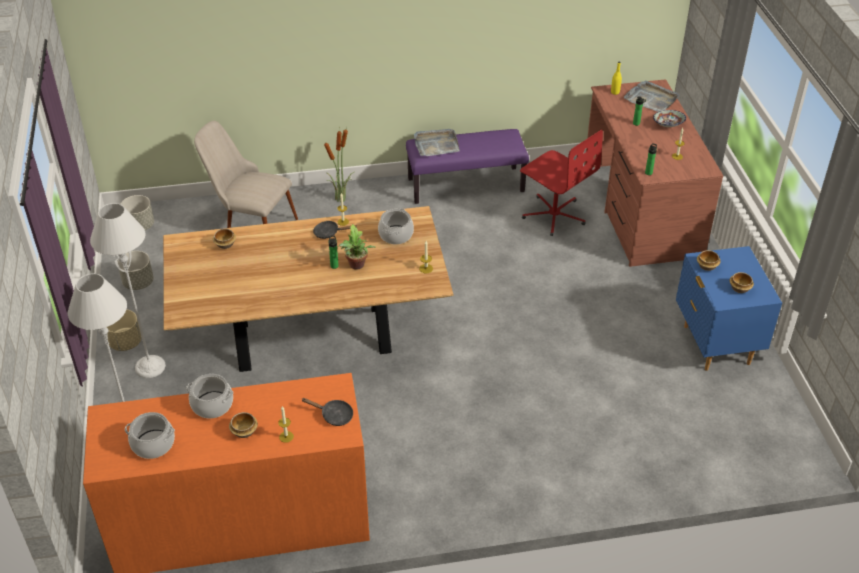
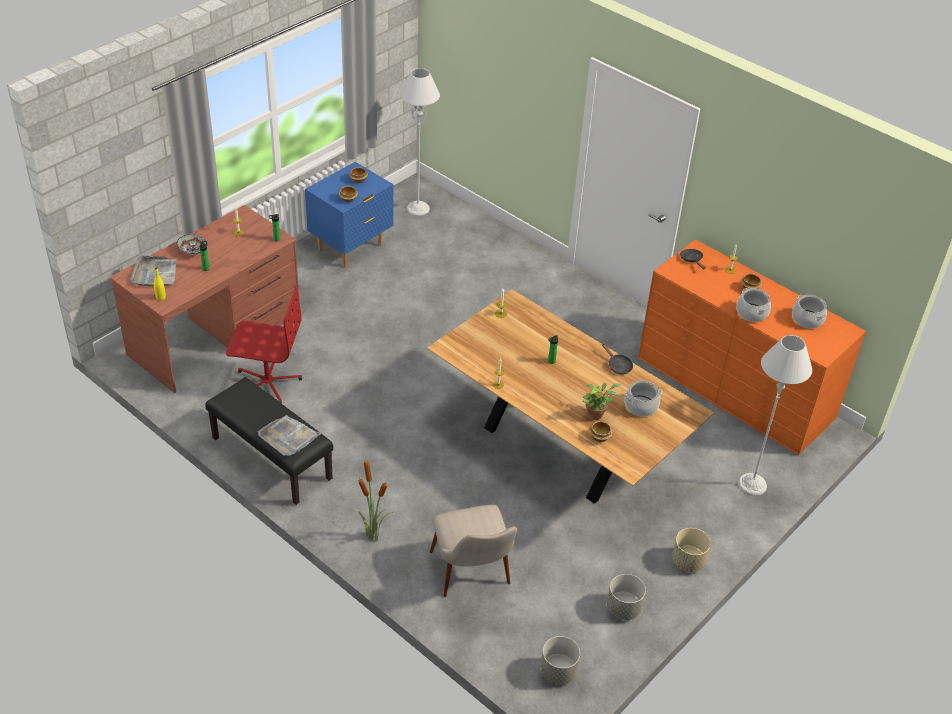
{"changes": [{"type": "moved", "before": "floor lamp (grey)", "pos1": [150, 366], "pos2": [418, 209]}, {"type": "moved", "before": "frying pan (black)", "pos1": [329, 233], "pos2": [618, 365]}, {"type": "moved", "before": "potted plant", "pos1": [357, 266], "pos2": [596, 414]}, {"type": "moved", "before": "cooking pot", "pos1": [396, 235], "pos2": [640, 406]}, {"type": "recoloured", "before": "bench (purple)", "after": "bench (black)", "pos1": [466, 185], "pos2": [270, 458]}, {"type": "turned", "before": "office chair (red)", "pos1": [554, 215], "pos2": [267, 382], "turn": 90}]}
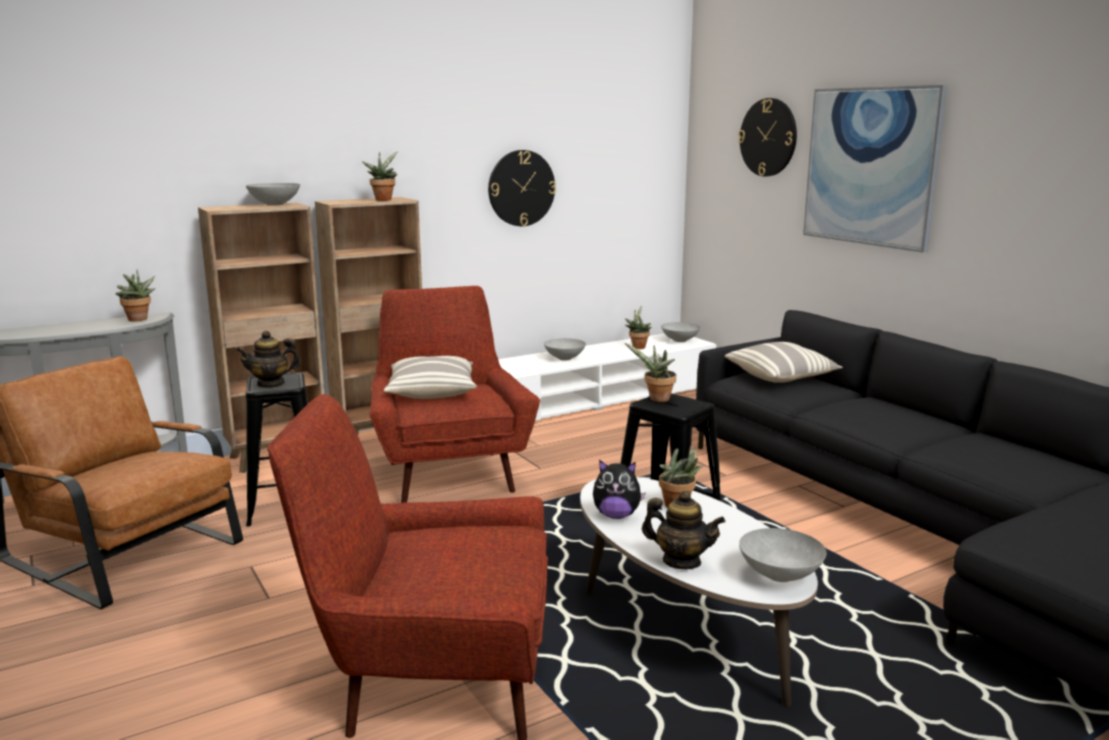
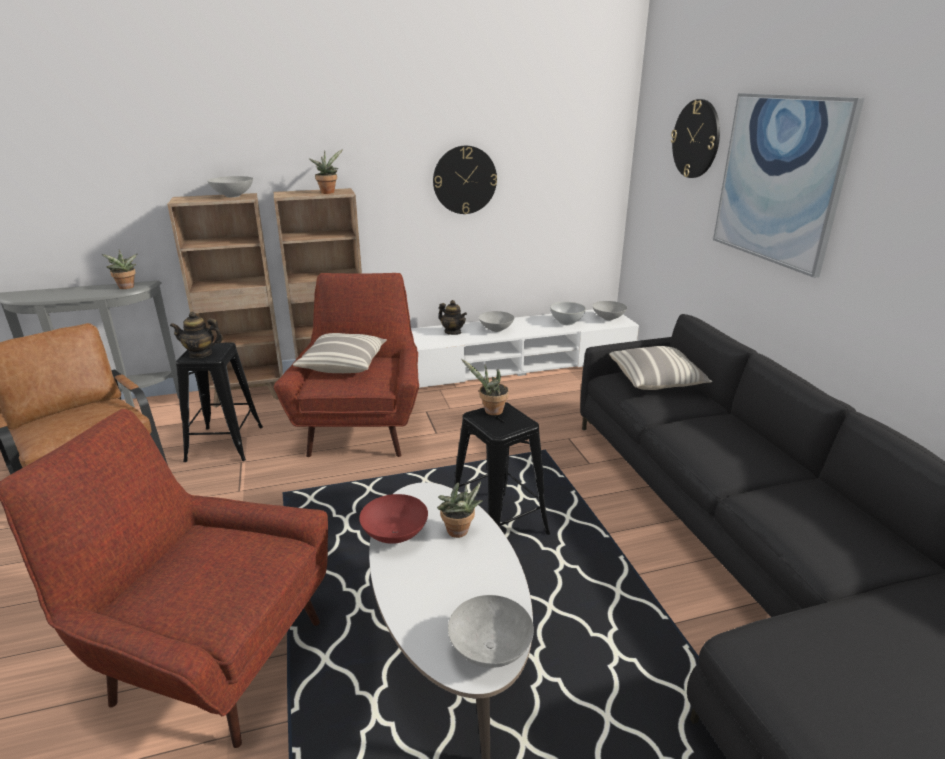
{"changes": [{"type": "replaced", "before": "plush toy", "after": "bowl (red)", "pos1": [616, 515], "pos2": [396, 535]}, {"type": "replaced", "before": "potted plant", "after": "bowl (white)", "pos1": [638, 347], "pos2": [566, 322]}, {"type": "moved", "before": "teapot", "pos1": [681, 561], "pos2": [453, 332]}]}
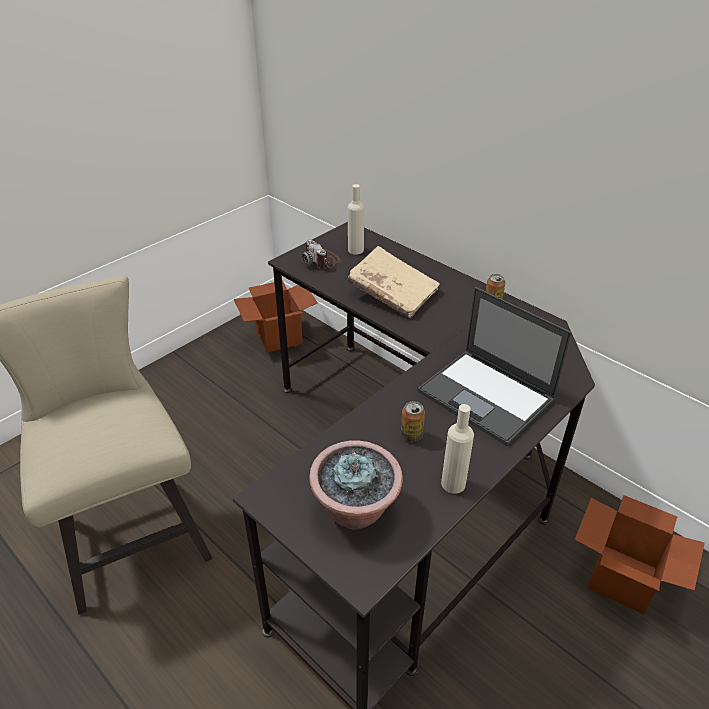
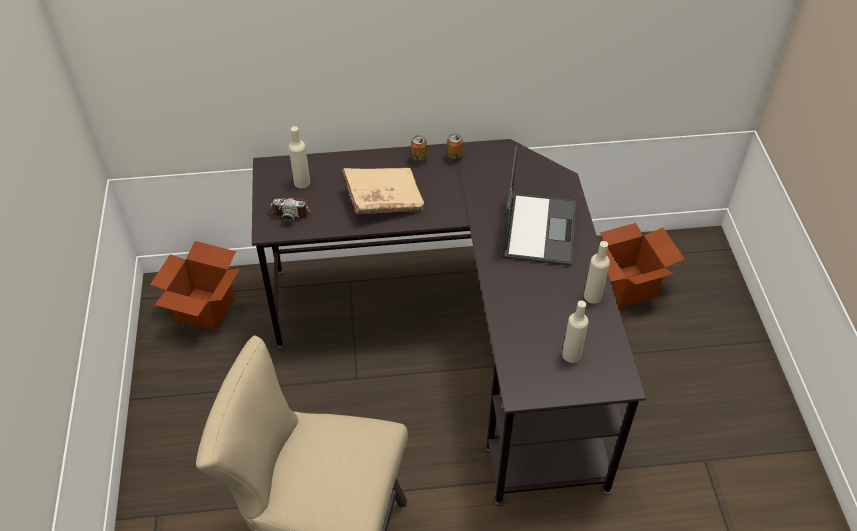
{"changes": [{"type": "replaced", "before": "potted plant", "after": "bottle (beige)", "pos1": [356, 510], "pos2": [571, 355]}, {"type": "moved", "before": "can", "pos1": [411, 435], "pos2": [419, 160]}, {"type": "turned", "before": "laptop", "pos1": [487, 396], "pos2": [539, 228], "turn": -75}]}
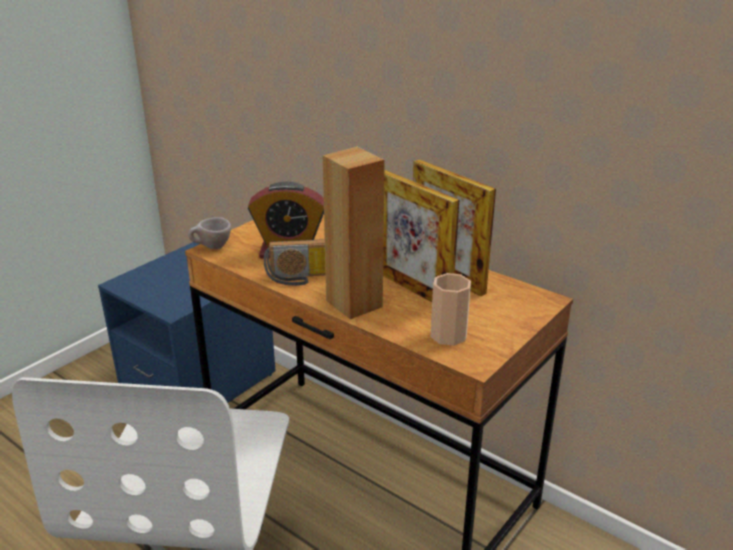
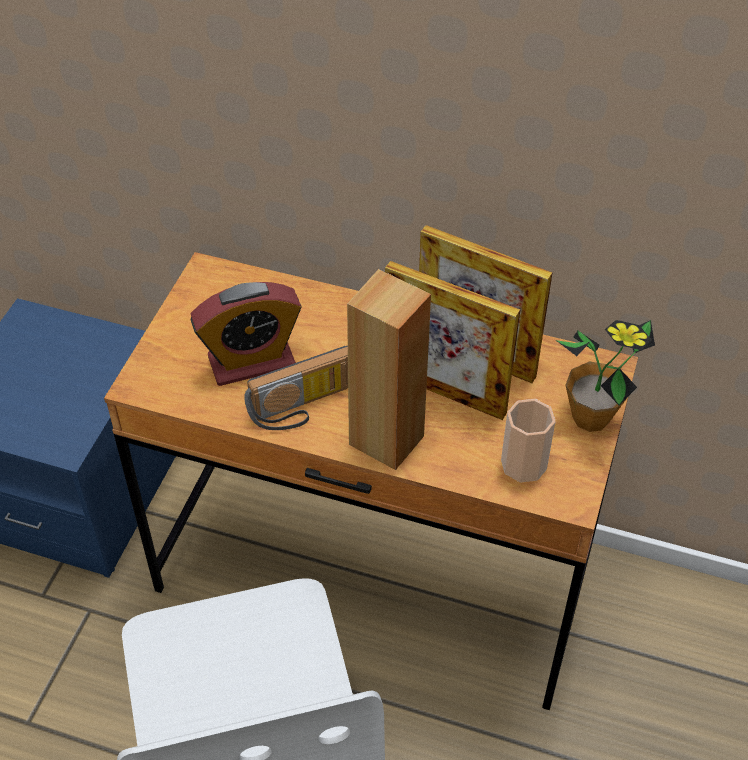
{"changes": [{"type": "removed", "before": "cup (beige)", "pos1": [211, 248]}, {"type": "added", "after": "potted plant", "pos2": [591, 418]}]}
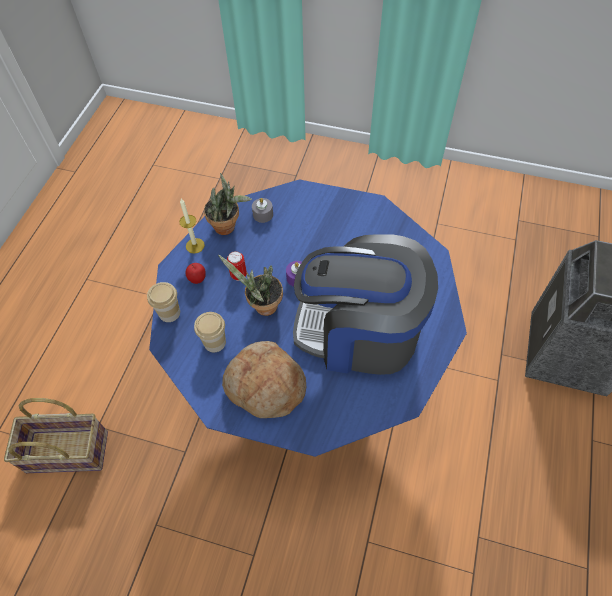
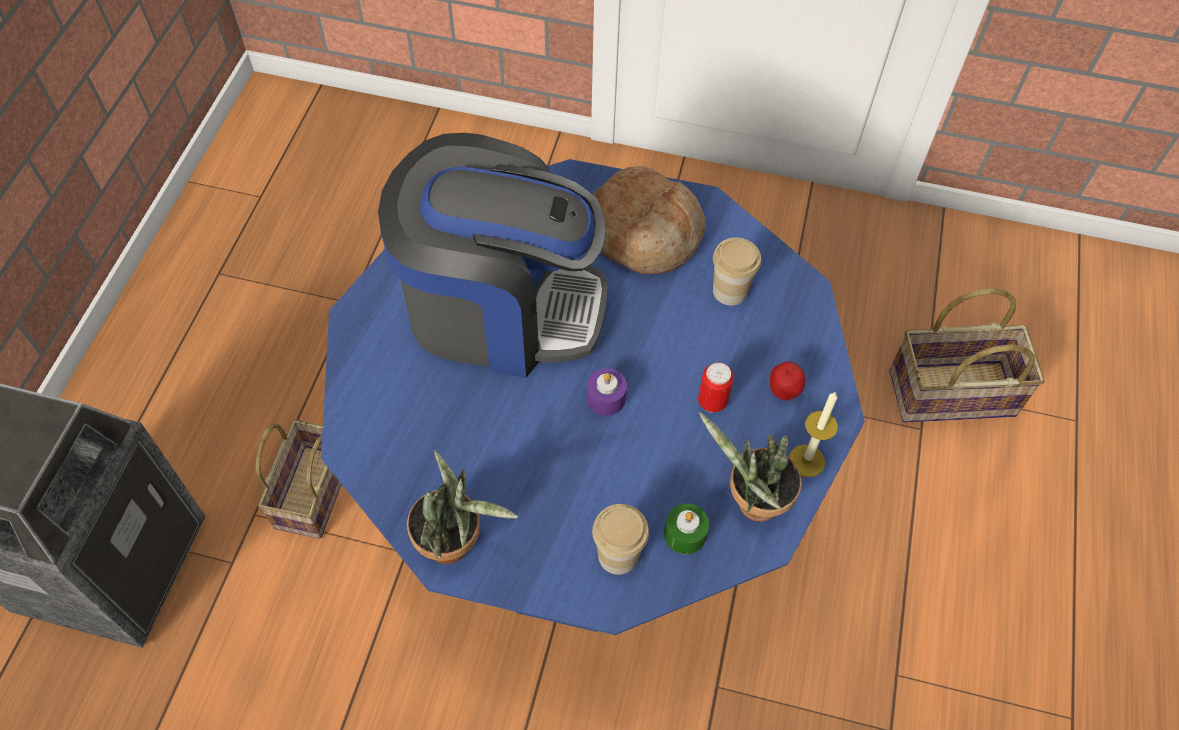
{"changes": [{"type": "moved", "before": "cup", "pos1": [169, 313], "pos2": [618, 555]}, {"type": "moved", "before": "potted plant", "pos1": [262, 306], "pos2": [455, 543]}, {"type": "recoloured", "before": "candle (grey)", "after": "candle (green)", "pos1": [263, 214], "pos2": [685, 534]}, {"type": "added", "after": "basket", "pos2": [312, 489]}]}
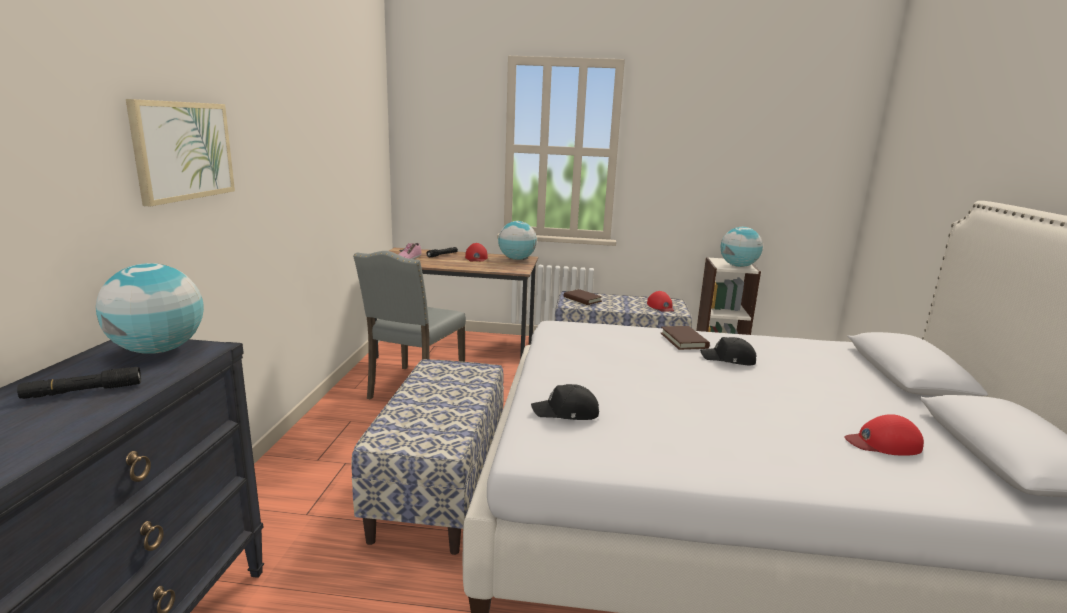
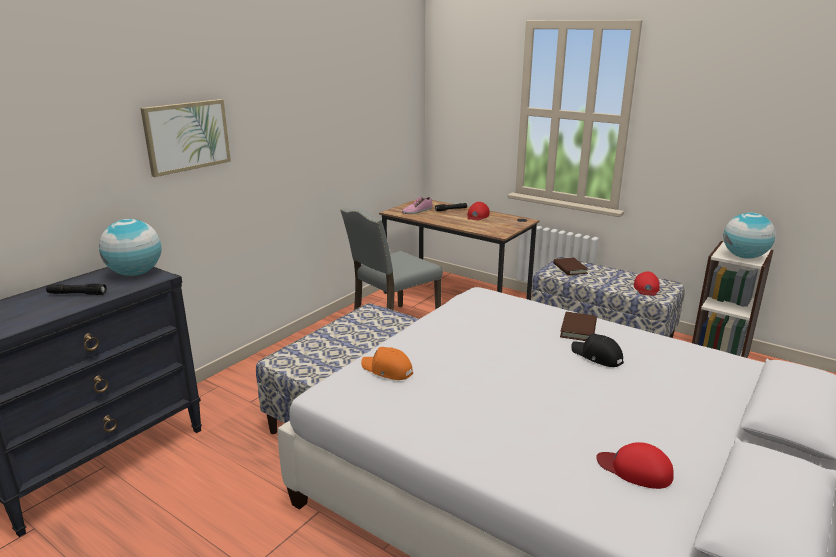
{"changes": [{"type": "removed", "before": "globe", "pos1": [516, 259]}, {"type": "recoloured", "before": "cap (black)", "after": "cap (orange)", "pos1": [566, 412], "pos2": [387, 370]}]}
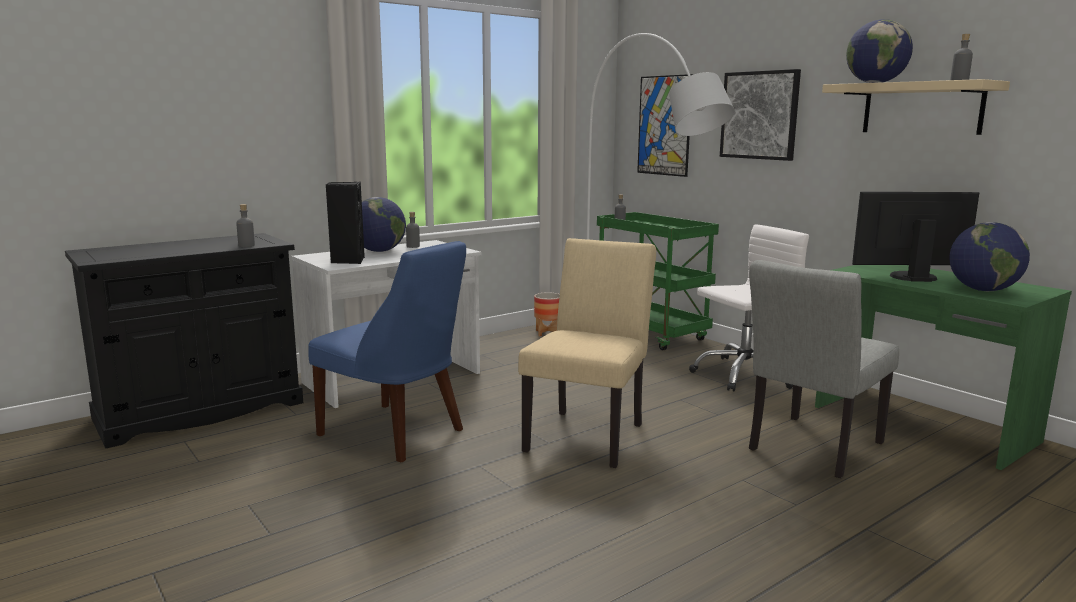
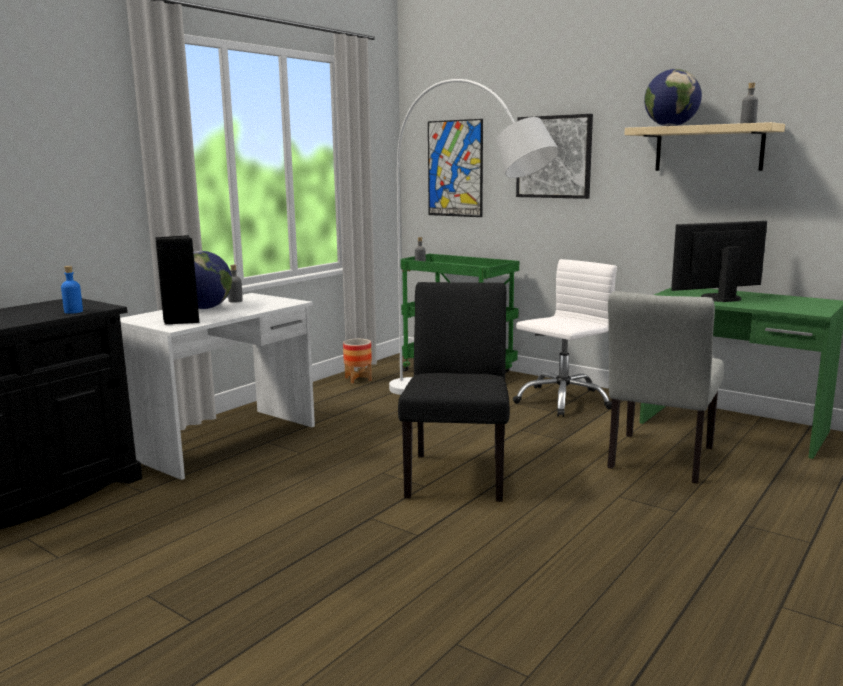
{"changes": [{"type": "recoloured", "before": "bottle (grey)", "after": "bottle (blue)", "pos1": [246, 245], "pos2": [73, 311]}, {"type": "removed", "before": "chair (blue)", "pos1": [396, 434]}, {"type": "recoloured", "before": "chair (beige)", "after": "chair (black)", "pos1": [589, 433], "pos2": [457, 472]}, {"type": "removed", "before": "globe", "pos1": [983, 290]}]}
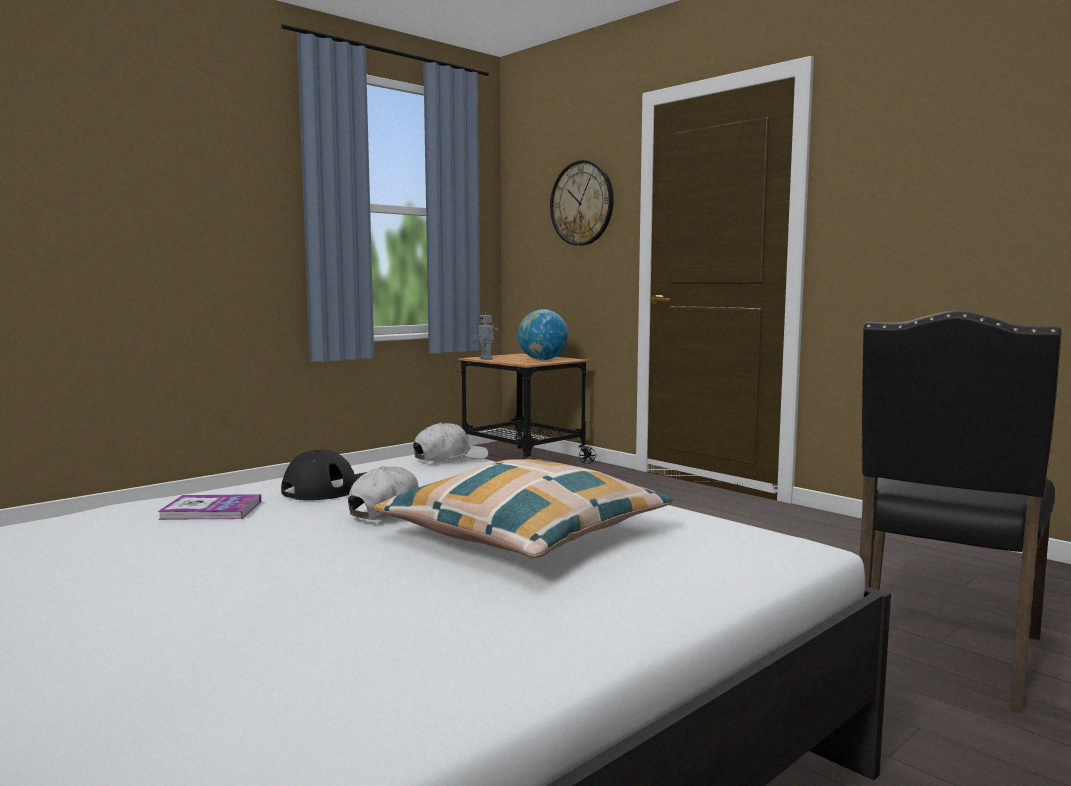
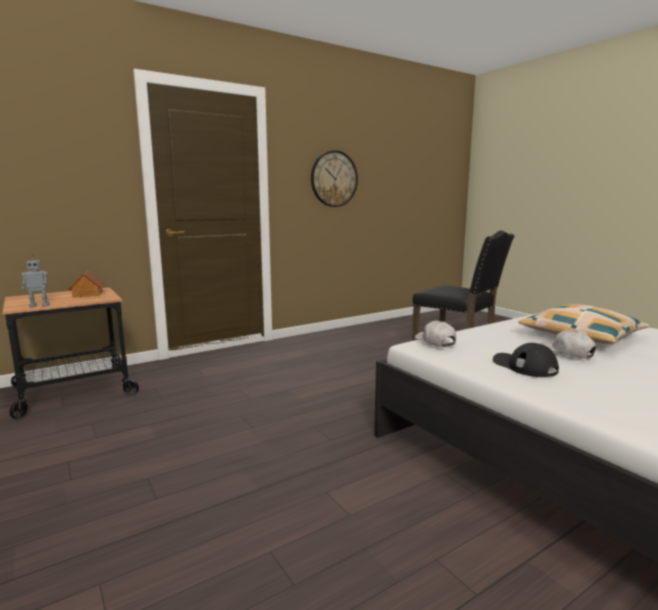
{"changes": [{"type": "removed", "before": "book", "pos1": [211, 510]}, {"type": "replaced", "before": "globe", "after": "toy house", "pos1": [542, 360], "pos2": [87, 294]}, {"type": "moved", "before": "wall clock", "pos1": [582, 203], "pos2": [334, 179]}]}
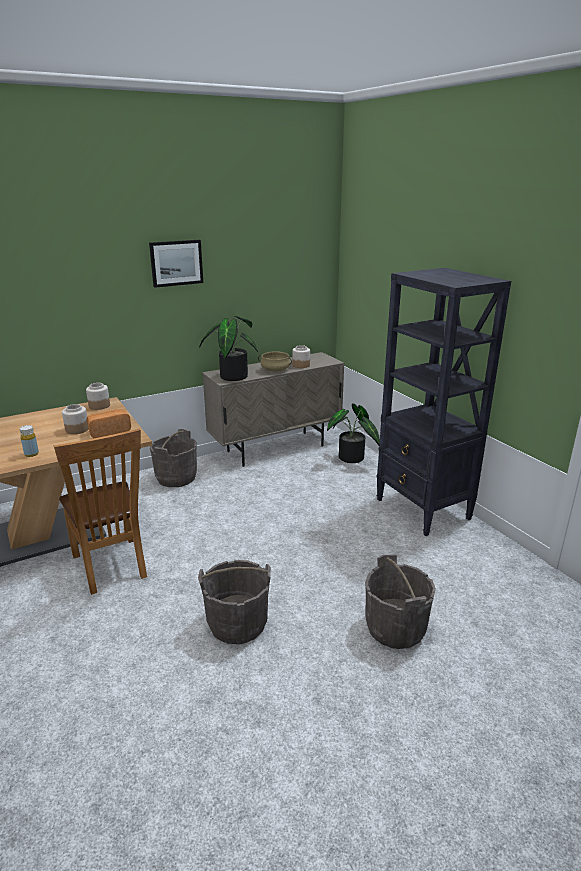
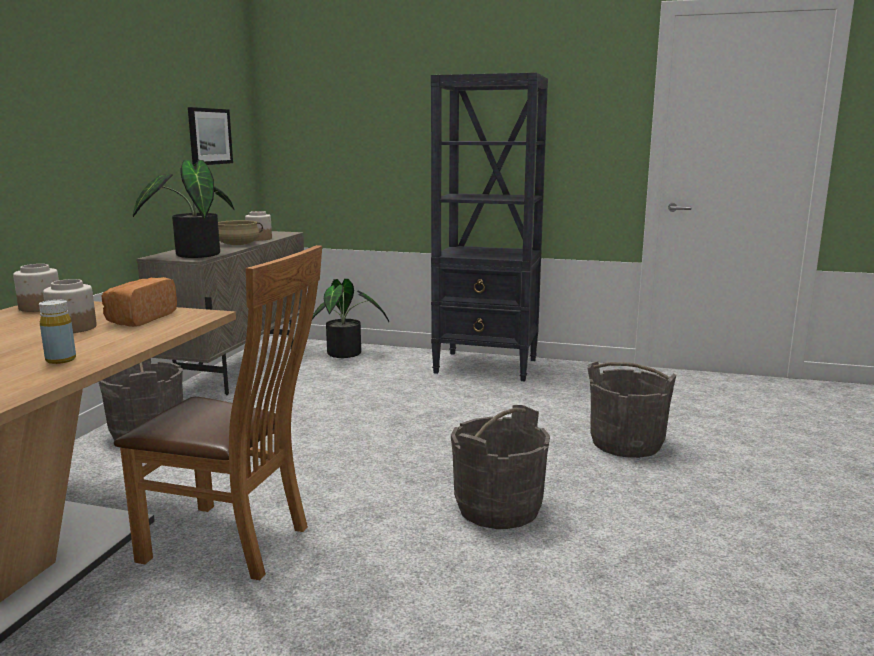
{"changes": [{"type": "moved", "before": "picture", "pos1": [176, 263], "pos2": [209, 136]}]}
